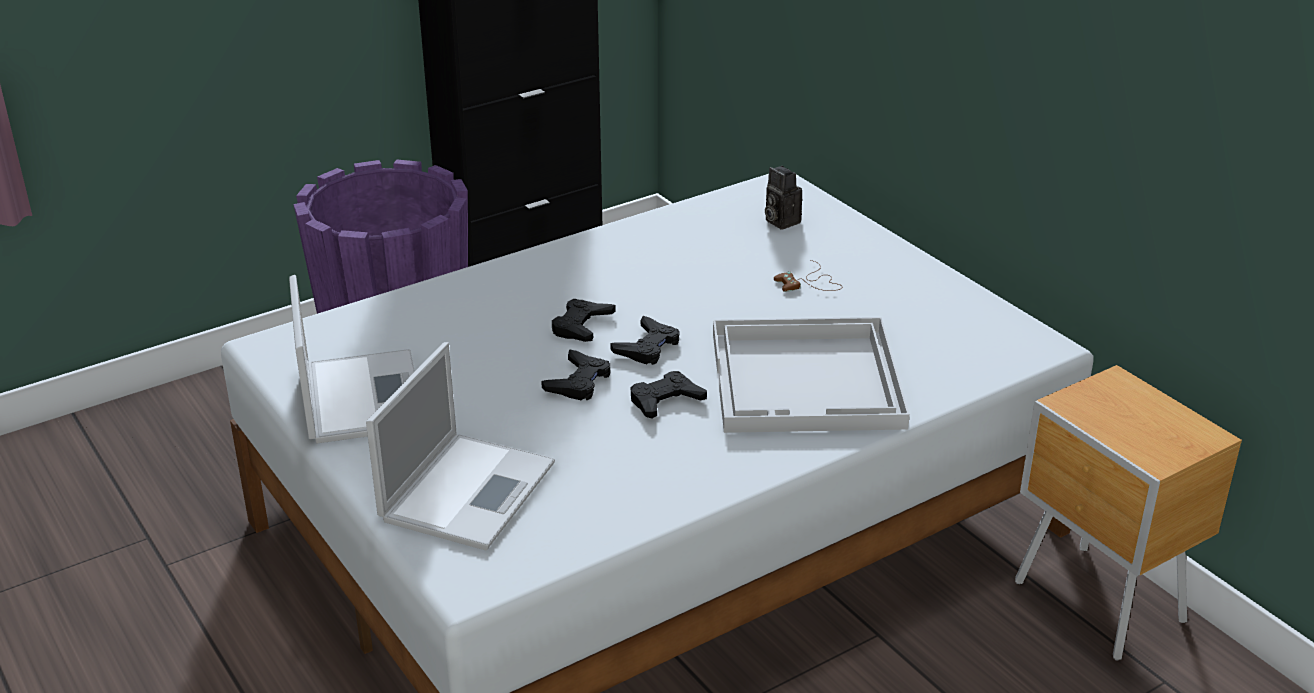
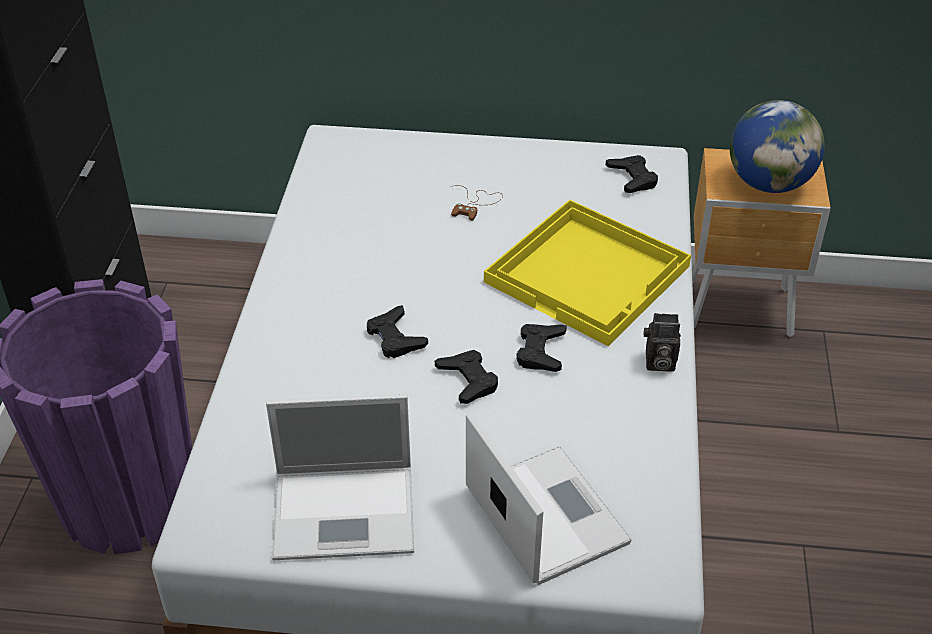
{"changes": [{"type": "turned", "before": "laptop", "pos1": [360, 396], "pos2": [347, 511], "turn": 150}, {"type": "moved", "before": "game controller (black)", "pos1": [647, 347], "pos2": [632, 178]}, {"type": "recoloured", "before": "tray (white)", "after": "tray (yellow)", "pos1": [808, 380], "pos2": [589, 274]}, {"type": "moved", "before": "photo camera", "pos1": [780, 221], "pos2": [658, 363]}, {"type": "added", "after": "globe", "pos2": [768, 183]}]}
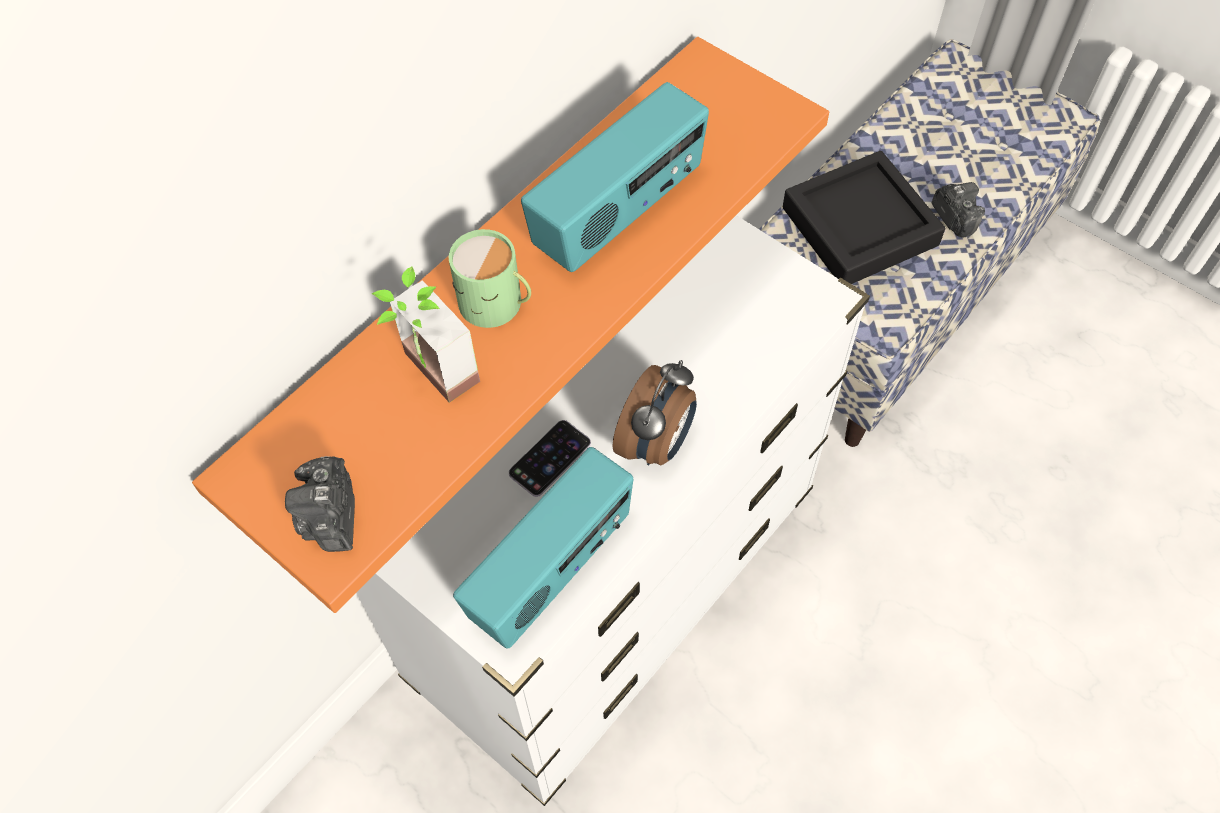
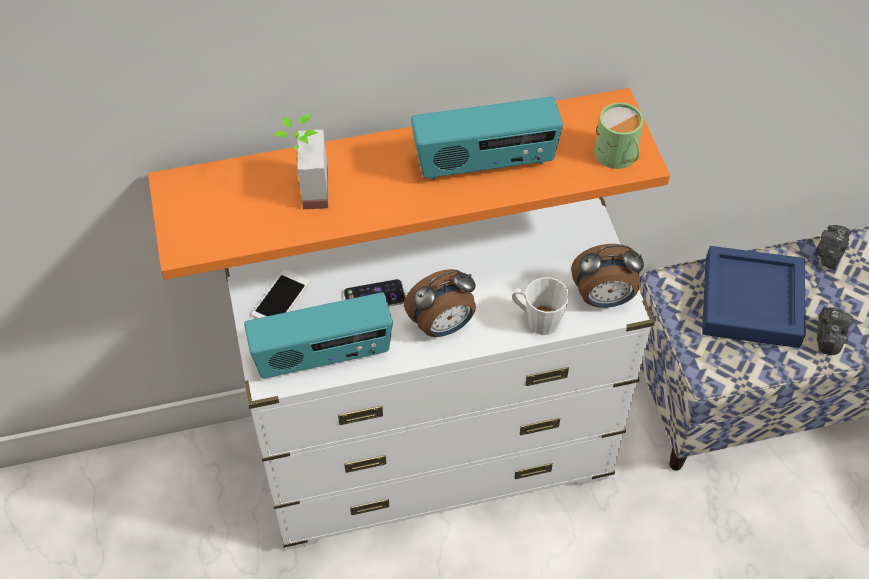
{"changes": [{"type": "moved", "before": "photo camera", "pos1": [330, 517], "pos2": [829, 254]}, {"type": "moved", "before": "mug (green)", "pos1": [496, 304], "pos2": [618, 156]}, {"type": "recoloured", "before": "tray (black)", "after": "tray (blue)", "pos1": [859, 226], "pos2": [751, 302]}, {"type": "added", "after": "phone", "pos2": [281, 298]}, {"type": "added", "after": "mug (white)", "pos2": [537, 320]}, {"type": "added", "after": "alarm clock", "pos2": [603, 299]}]}
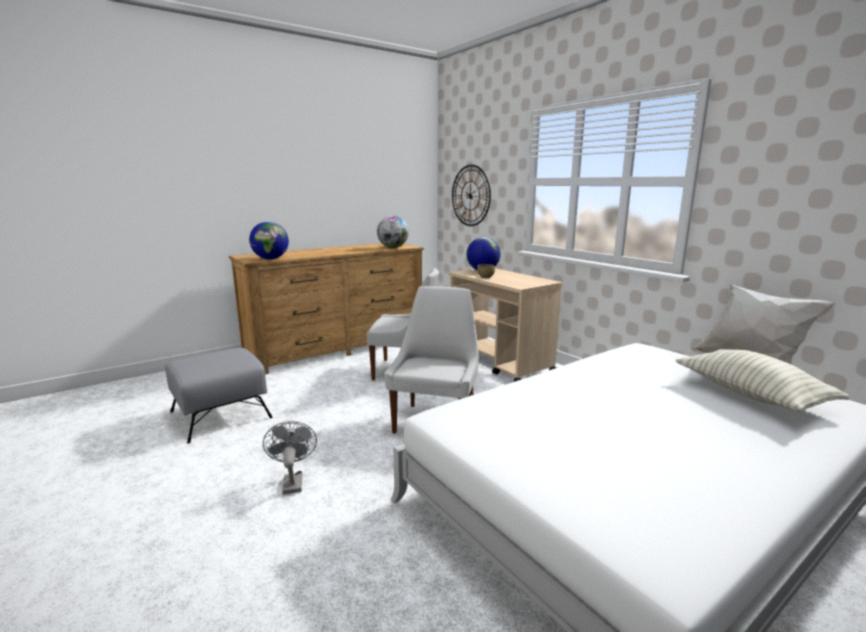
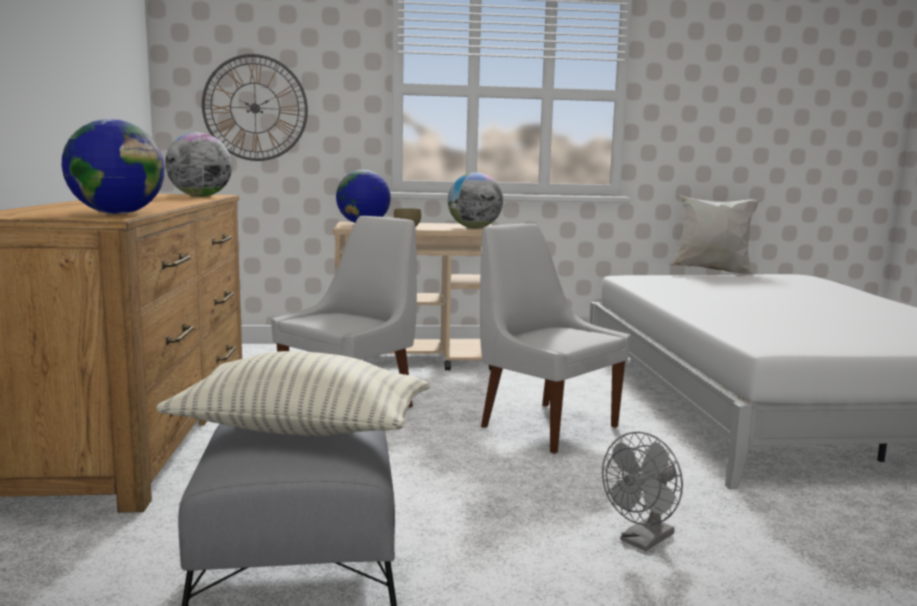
{"changes": [{"type": "turned", "before": "fan (grey)", "pos1": [292, 481], "pos2": [642, 541], "turn": -60}, {"type": "moved", "before": "pillow", "pos1": [750, 394], "pos2": [301, 429]}, {"type": "added", "after": "globe", "pos2": [474, 228]}]}
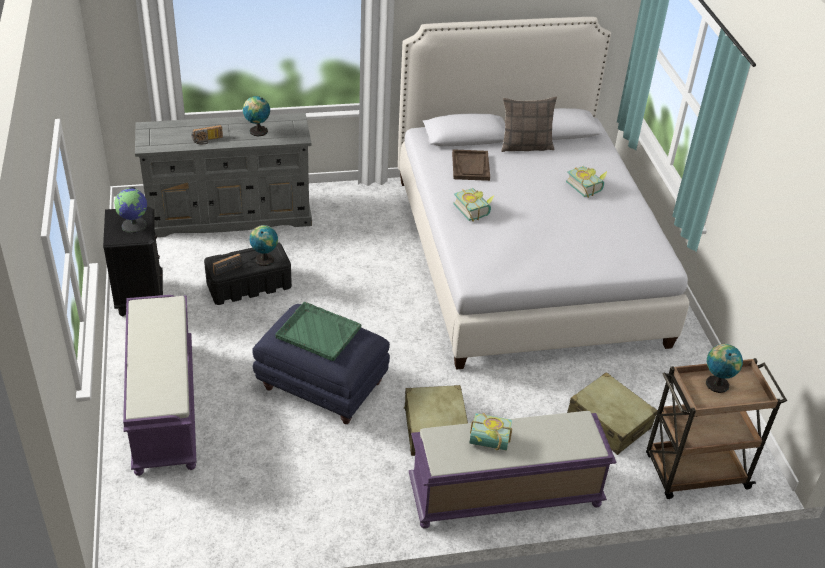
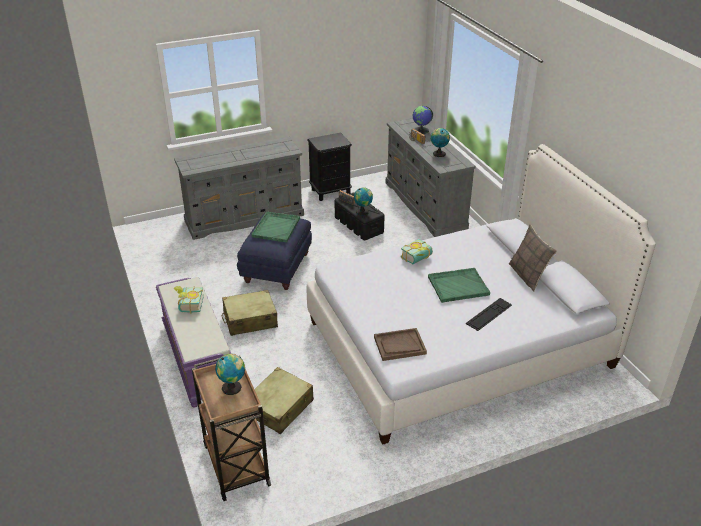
{"changes": [{"type": "moved", "before": "globe", "pos1": [134, 225], "pos2": [421, 130]}, {"type": "replaced", "before": "bench (purple)", "after": "dresser (grey)", "pos1": [163, 405], "pos2": [245, 217]}, {"type": "moved", "before": "tray (brown)", "pos1": [470, 166], "pos2": [399, 345]}, {"type": "replaced", "before": "book", "after": "keyboard", "pos1": [586, 186], "pos2": [489, 314]}, {"type": "added", "after": "tray (green)", "pos2": [457, 286]}]}
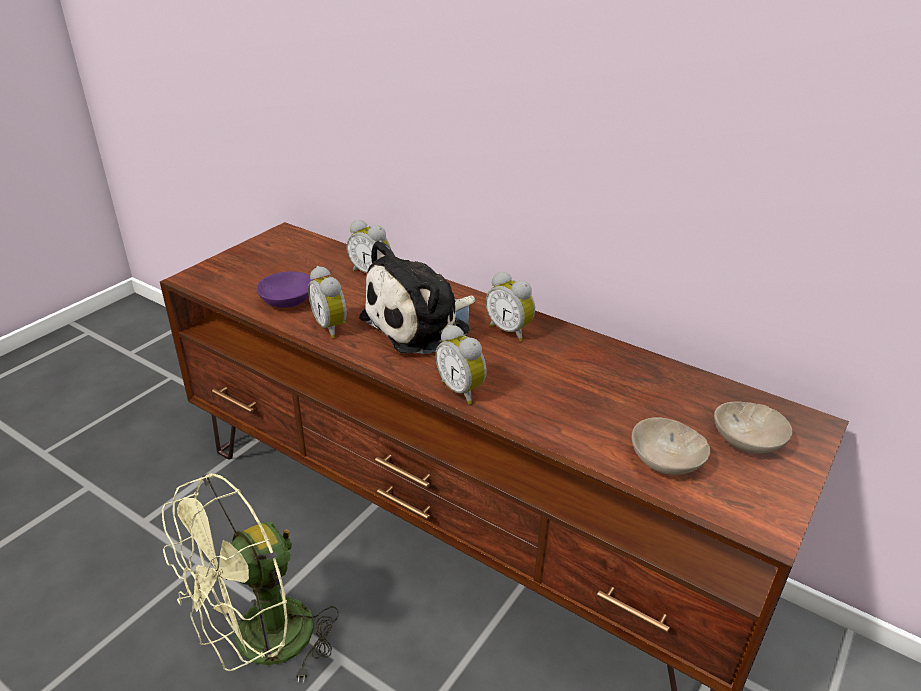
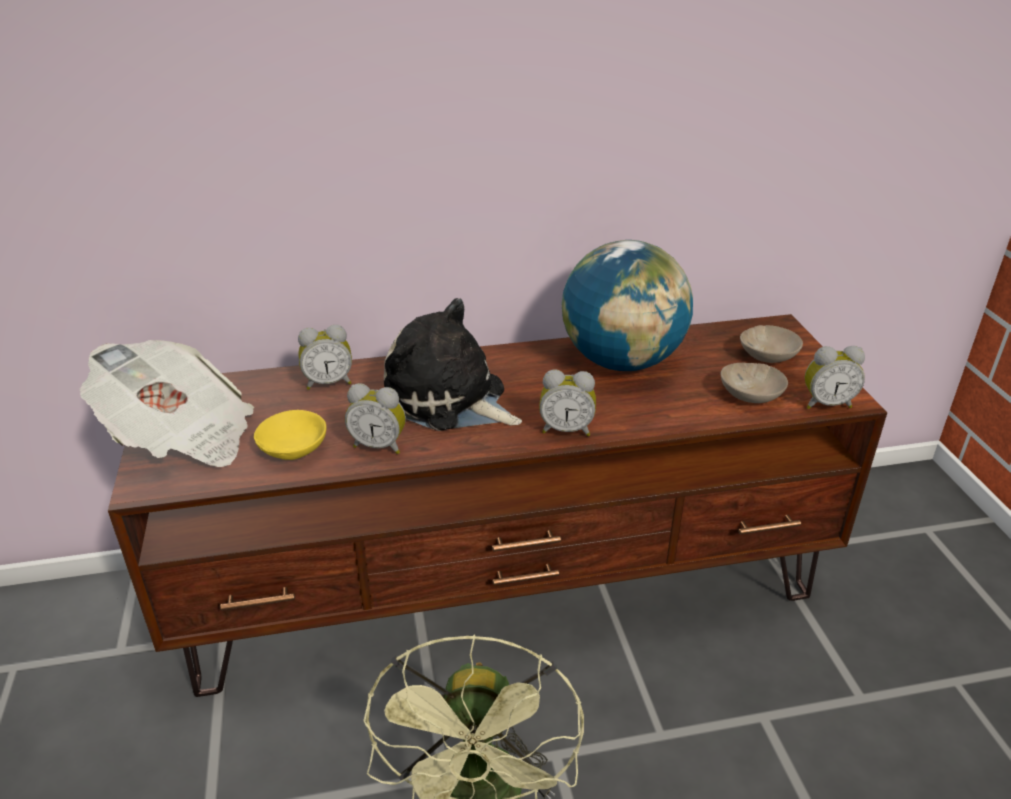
{"changes": [{"type": "recoloured", "before": "bowl (purple)", "after": "bowl (yellow)", "pos1": [289, 301], "pos2": [296, 447]}, {"type": "turned", "before": "plush toy", "pos1": [421, 324], "pos2": [449, 400], "turn": 120}, {"type": "moved", "before": "alarm clock", "pos1": [510, 330], "pos2": [826, 403]}, {"type": "added", "after": "newspaper", "pos2": [181, 436]}, {"type": "added", "after": "globe", "pos2": [622, 361]}]}
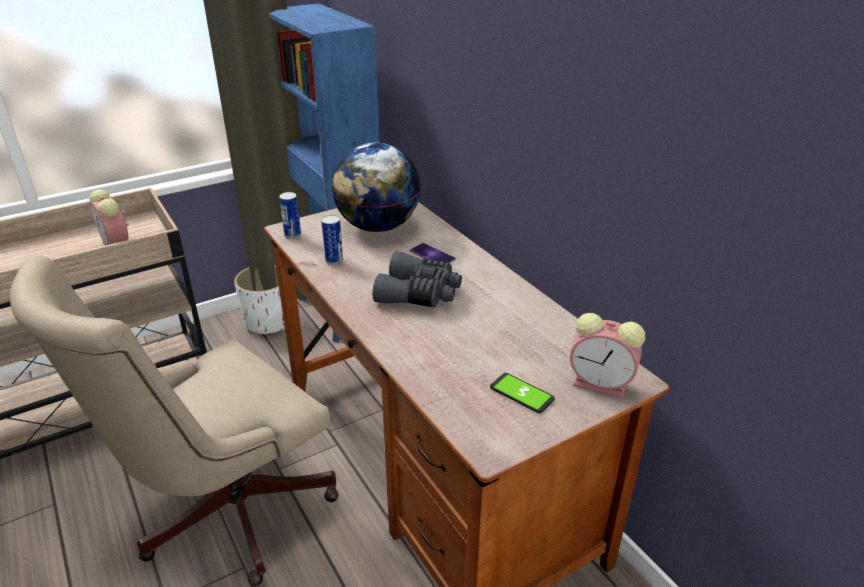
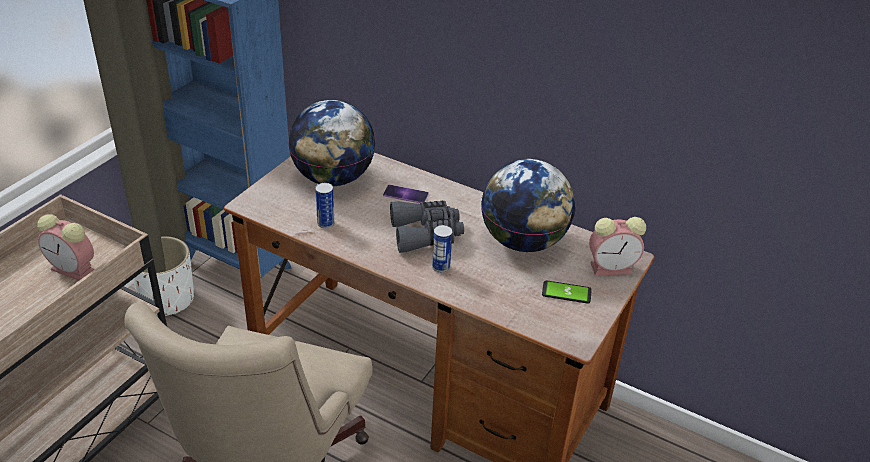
{"changes": [{"type": "moved", "before": "can", "pos1": [292, 235], "pos2": [441, 267]}, {"type": "added", "after": "globe", "pos2": [523, 242]}]}
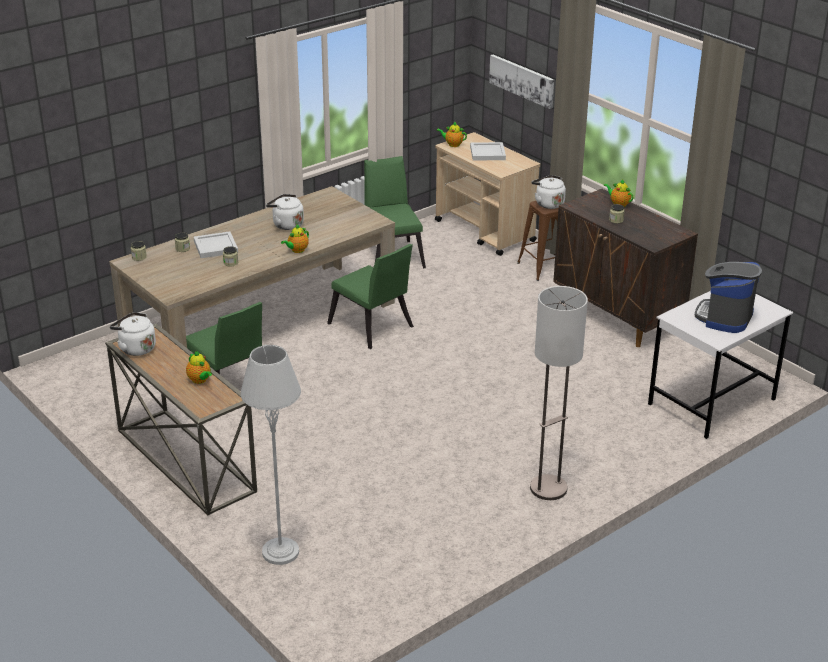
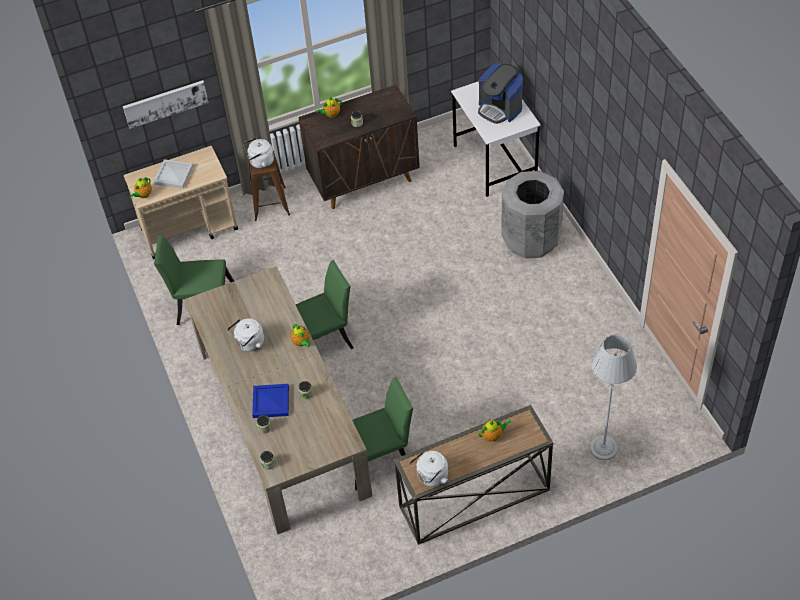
{"changes": [{"type": "recoloured", "before": "tray (white)", "after": "tray (blue)", "pos1": [215, 246], "pos2": [270, 402]}, {"type": "removed", "before": "floor lamp", "pos1": [548, 488]}, {"type": "added", "after": "trash can (grey)", "pos2": [531, 240]}]}
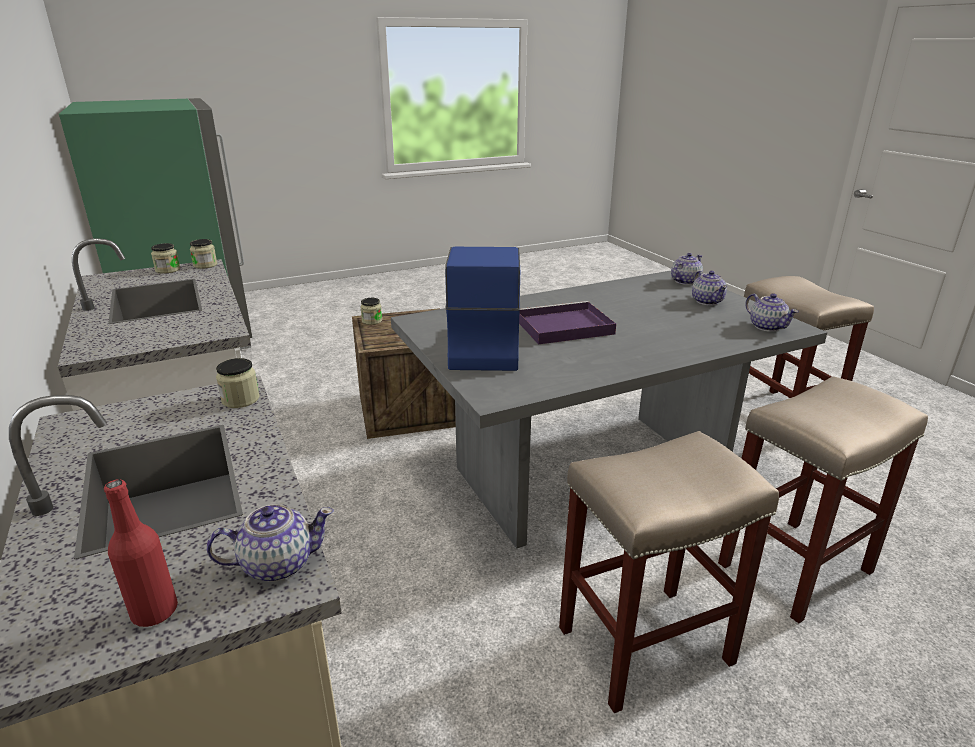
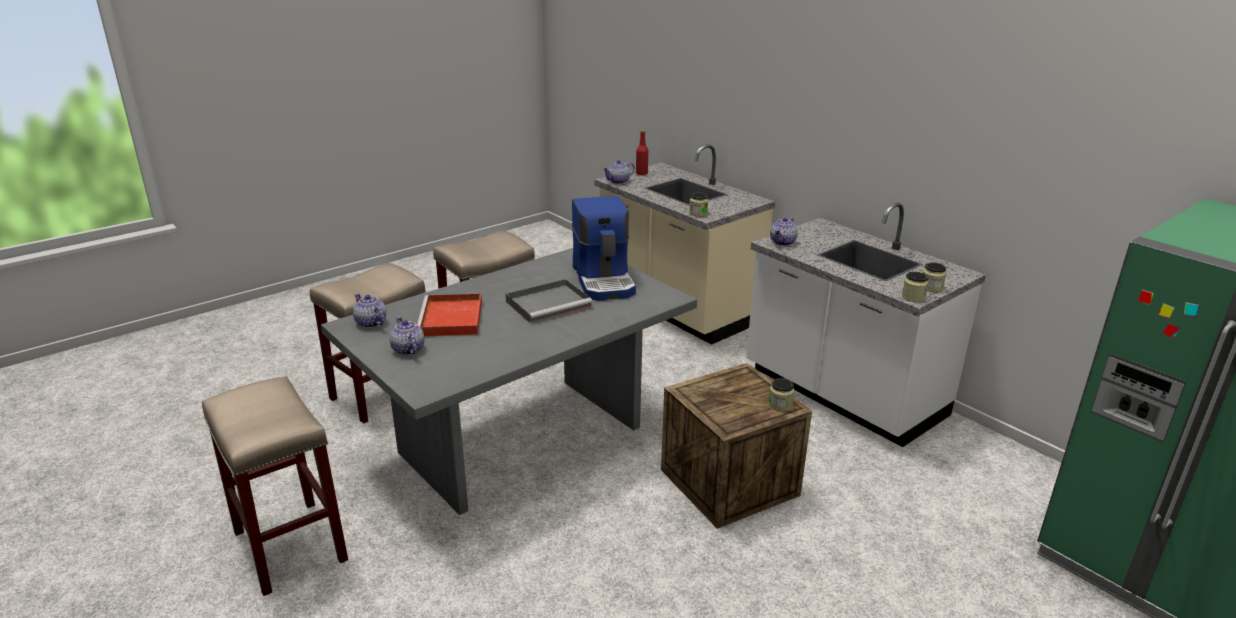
{"changes": [{"type": "recoloured", "before": "tray (purple)", "after": "tray (grey)", "pos1": [562, 327], "pos2": [549, 303]}, {"type": "moved", "before": "teapot", "pos1": [684, 281], "pos2": [783, 242]}, {"type": "added", "after": "tray (red)", "pos2": [451, 319]}]}
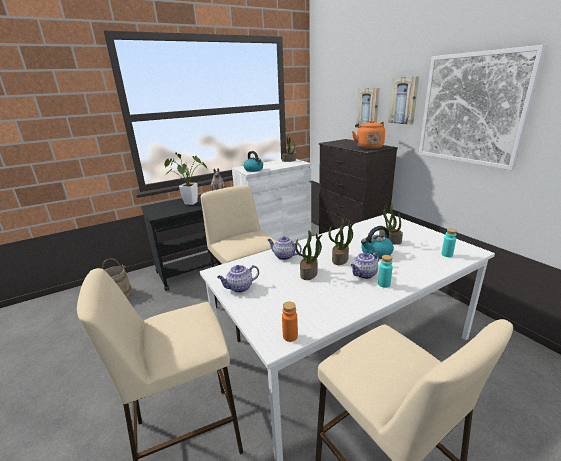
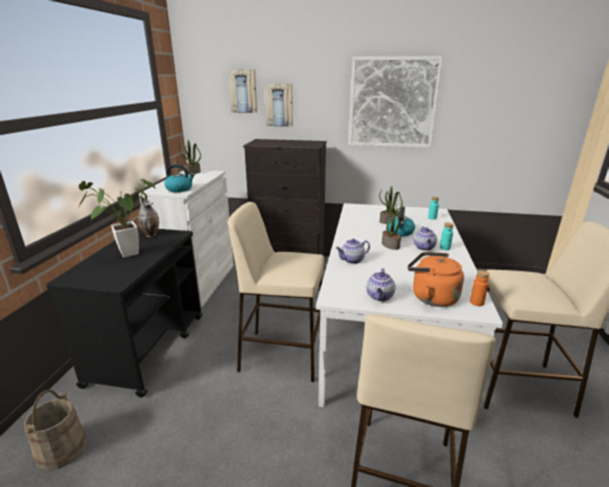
{"changes": [{"type": "removed", "before": "potted plant", "pos1": [309, 273]}, {"type": "moved", "before": "kettle (orange)", "pos1": [368, 147], "pos2": [431, 297]}, {"type": "moved", "before": "picture", "pos1": [404, 100], "pos2": [243, 91]}]}
